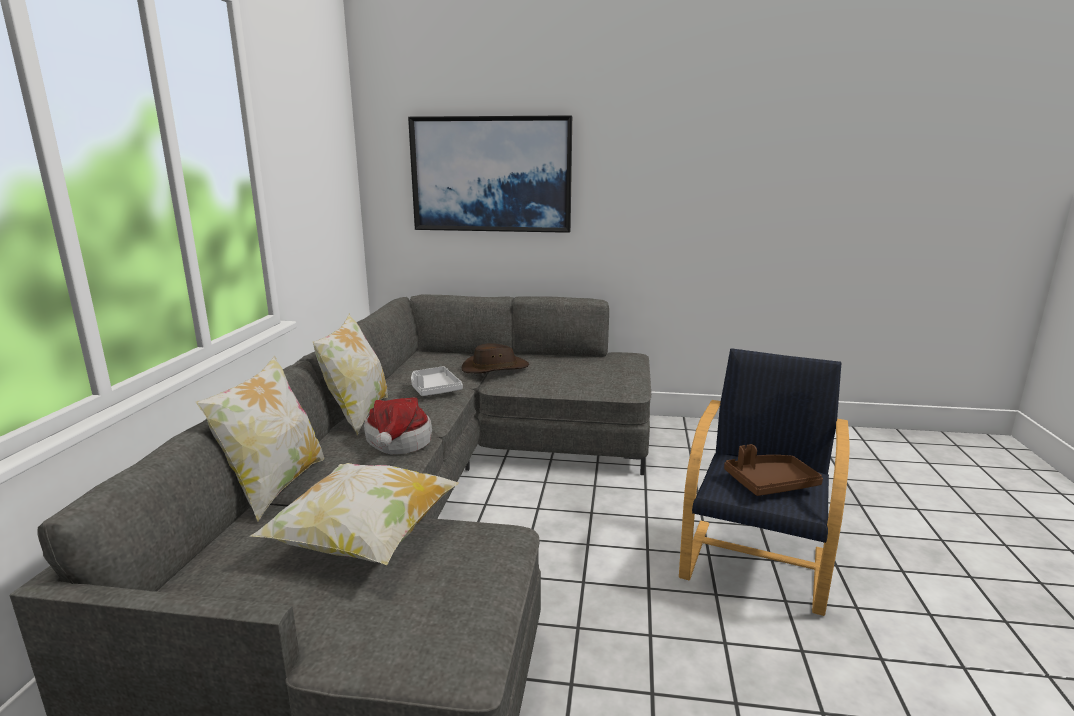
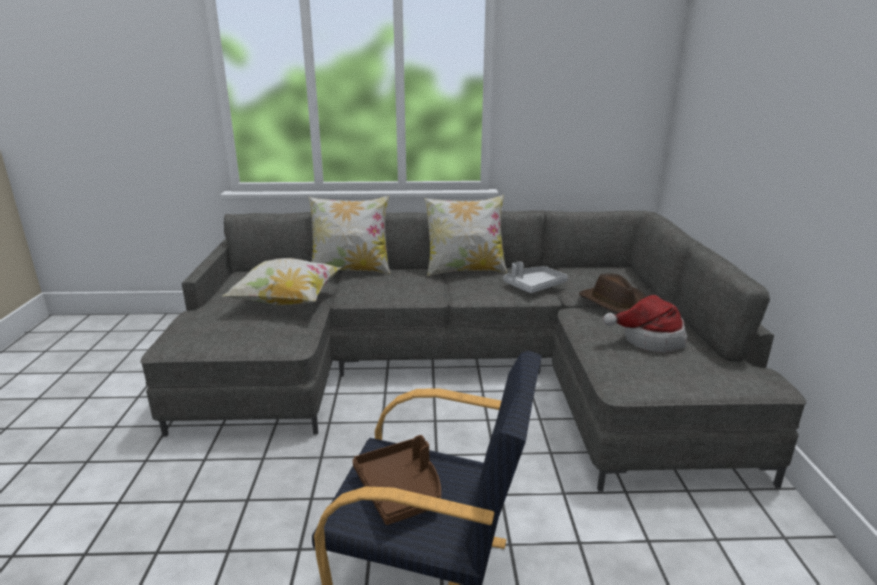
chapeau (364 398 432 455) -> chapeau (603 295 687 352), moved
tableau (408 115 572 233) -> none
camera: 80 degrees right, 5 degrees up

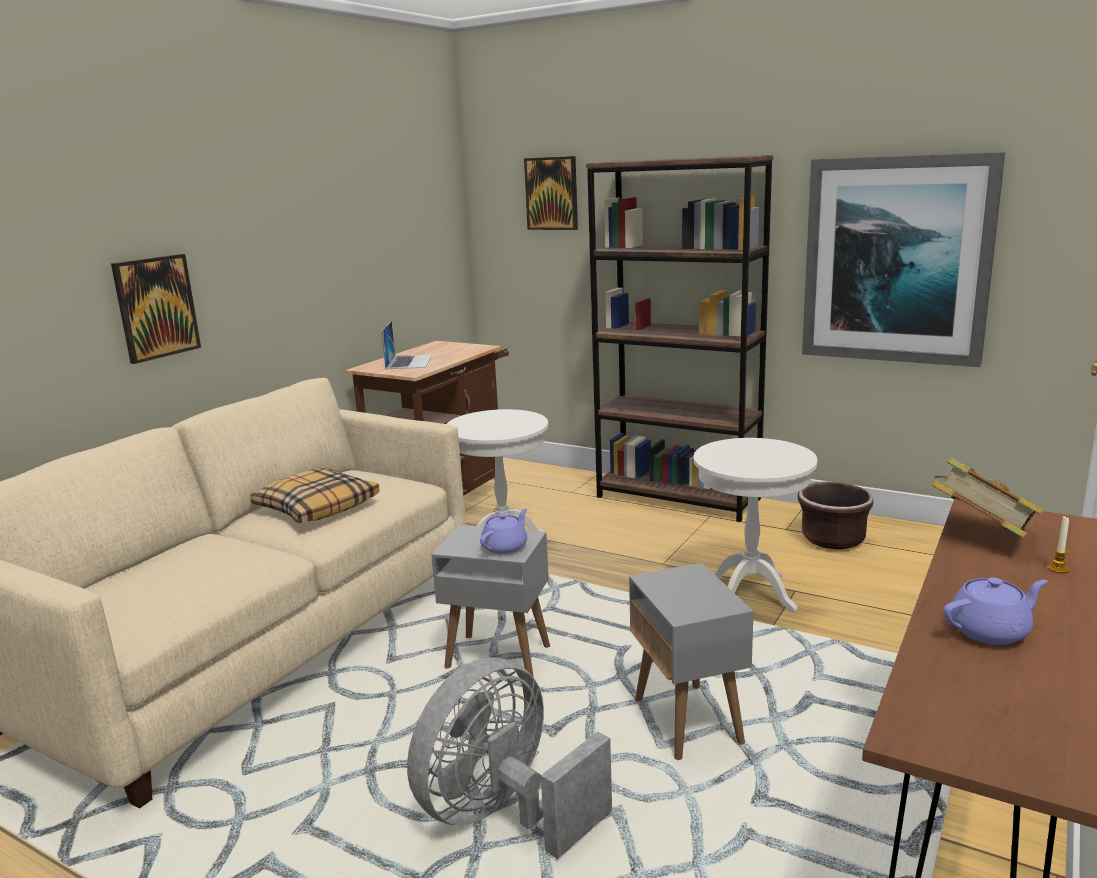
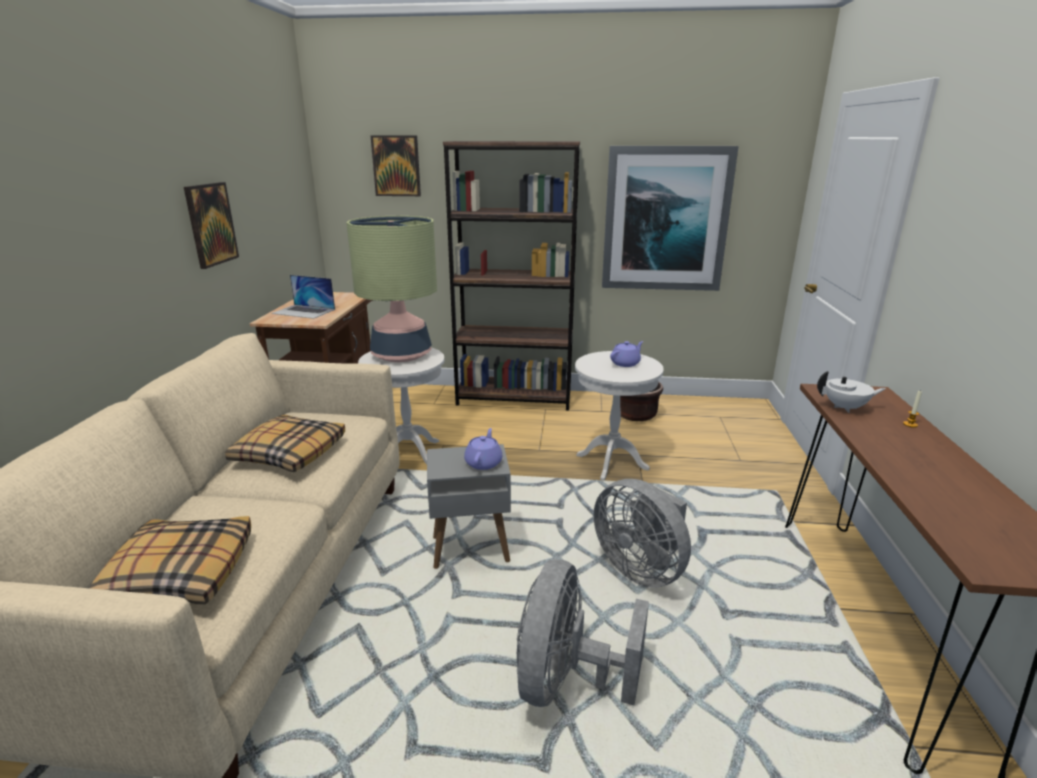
none -> coussin (89 516 251 604)
tableau (111 254 201 364) -> tableau (184 182 239 269), moved
ordinateur portable (381 321 433 369) -> ordinateur portable (272 275 335 319), 135 degrees clockwise
none -> lampe de table (347 216 437 362)
table d'appoint/gris (629 563 754 760) -> ventilateur/gris (594 479 691 588)
théière/violet (943 577 1048 645) -> théière/violet (610 341 643 367), moved
livre (931 457 1044 538) -> théière/blanc (817 371 886 413)
camera: 25 degrees left, 5 degrees up

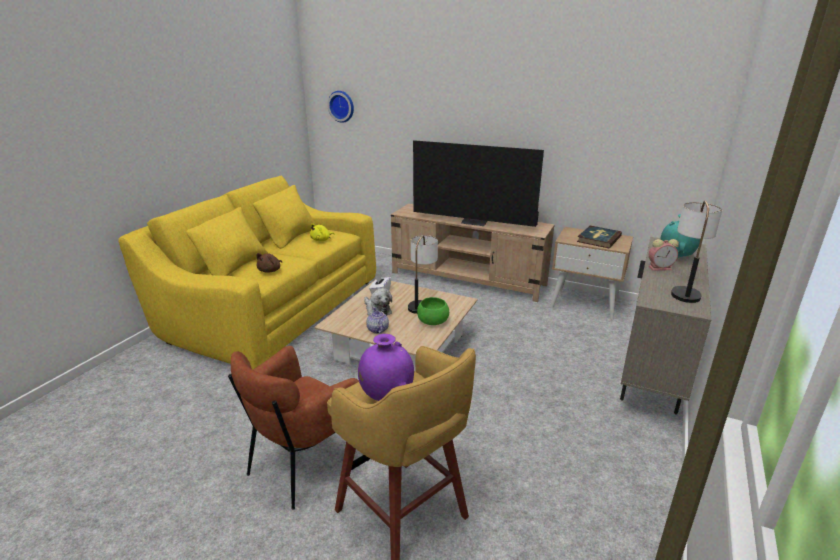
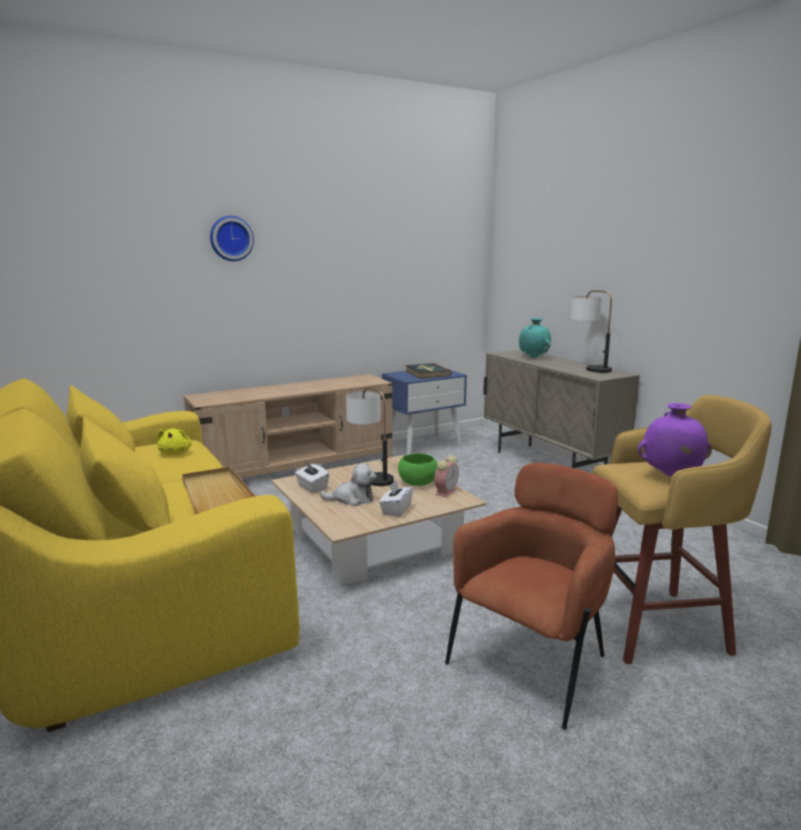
peluche/marron (256 253 282 272) -> plateau/beige (182 467 255 514)
horloge murale (327 91 354 123) -> horloge murale (210 216 254 261), moved
théière (366 307 389 334) -> boîte à mouchoirs/blanc (379 481 413 517)
table de chevet/beige (550 227 633 320) -> table de chevet/bleu (382 369 467 455)
réveil (649 239 679 271) -> réveil (434 456 459 497), moved
fauteuil/marron (228 346 369 510) -> fauteuil/marron (445 463 618 730), 120 degrees counterclockwise
téléviseur (413 140 544 227) -> none
camera: 55 degrees left, 10 degrees down

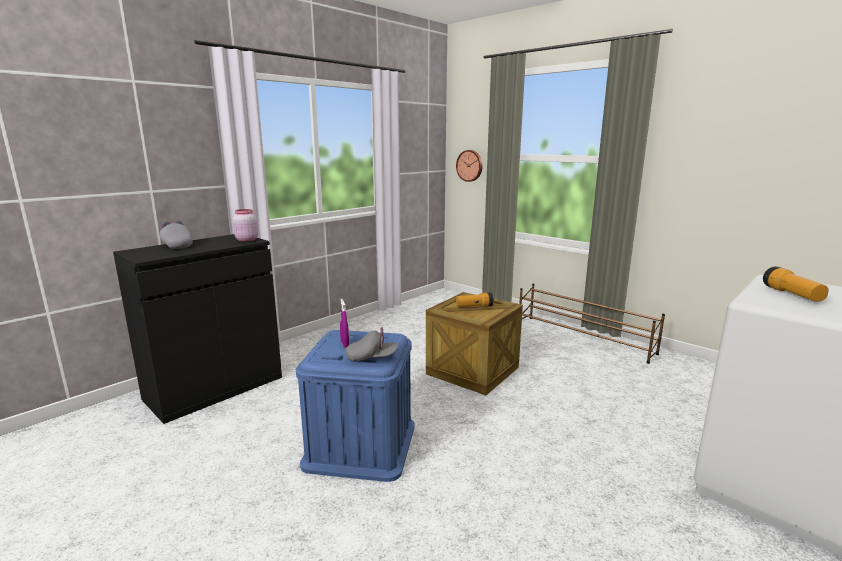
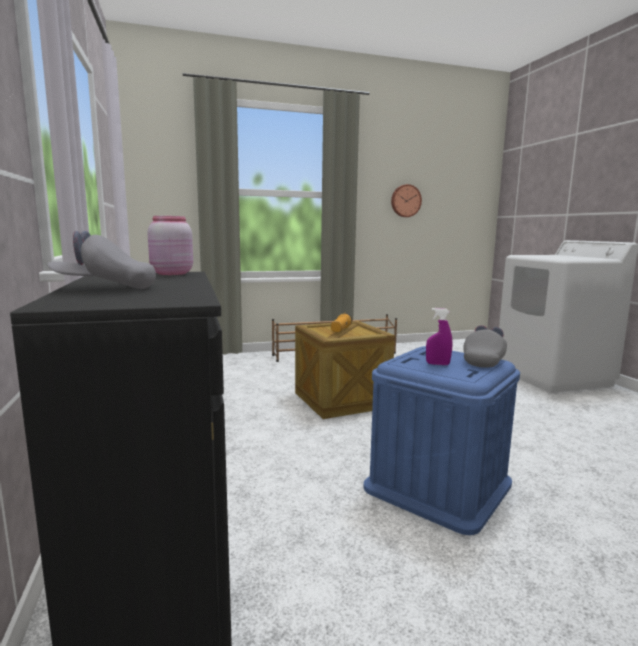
horloge murale (456 150 483 182) -> horloge murale (391 184 422 217), moved
lampe de poche (763 266 829 301) -> none
camera: 60 degrees left, 5 degrees down

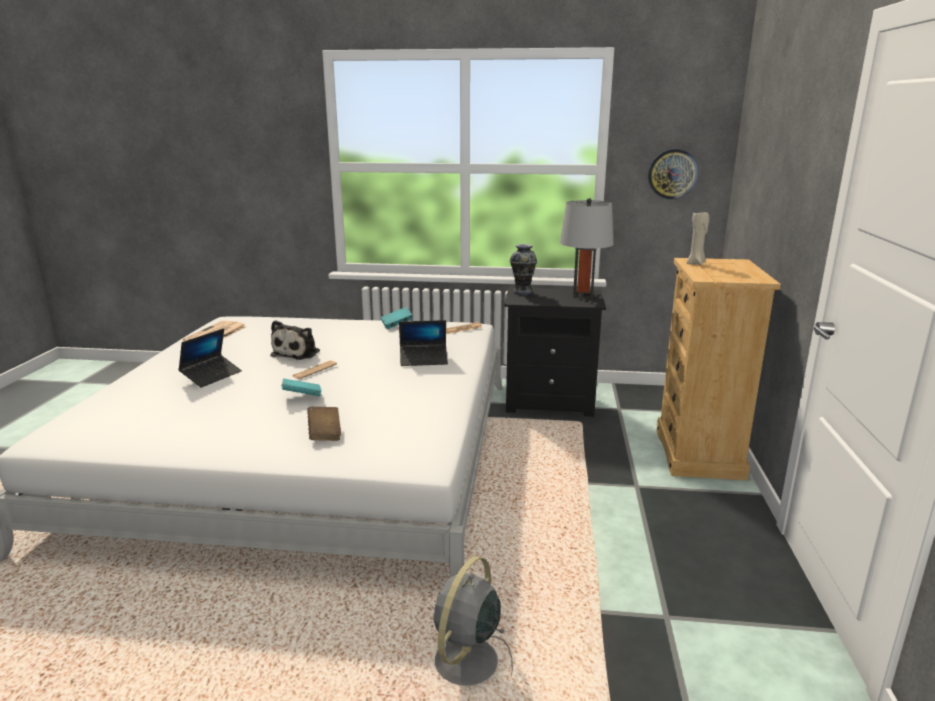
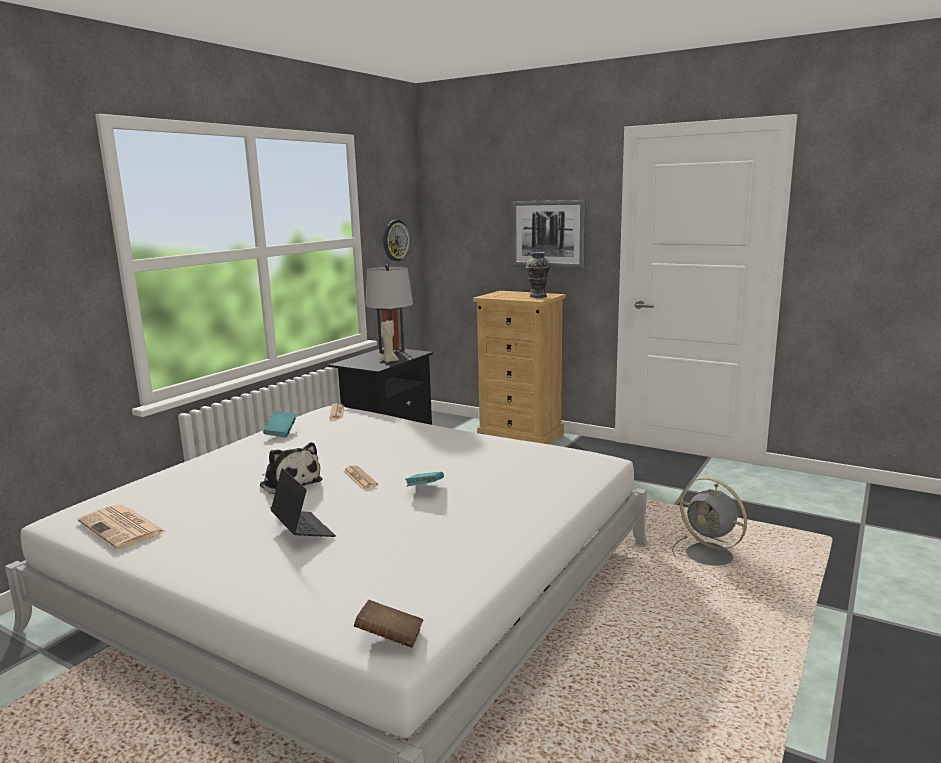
livre/marron (307 406 341 441) -> livre/marron (354 600 423 648), moved
bougie/beige (687 211 709 265) -> bougie/beige (379 320 399 363), moved
none -> tableau (511 200 586 269)
vase (510 244 537 295) -> vase (526 252 550 298), moved
ordinateur portable (399 320 448 366) -> none
camera: 65 degrees left, 5 degrees down

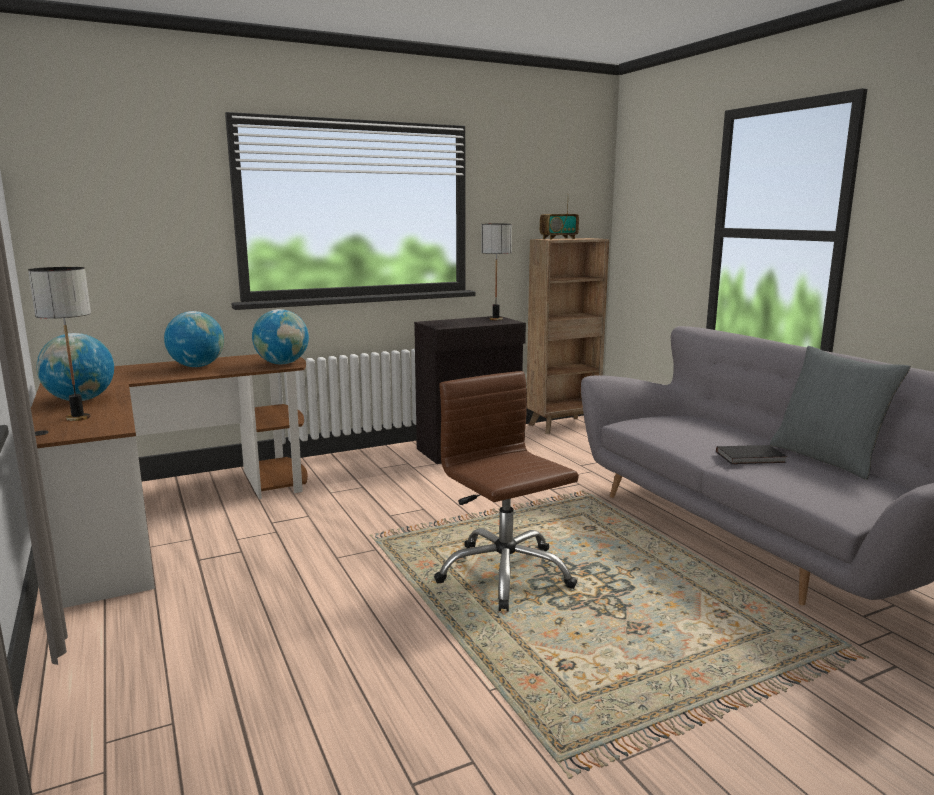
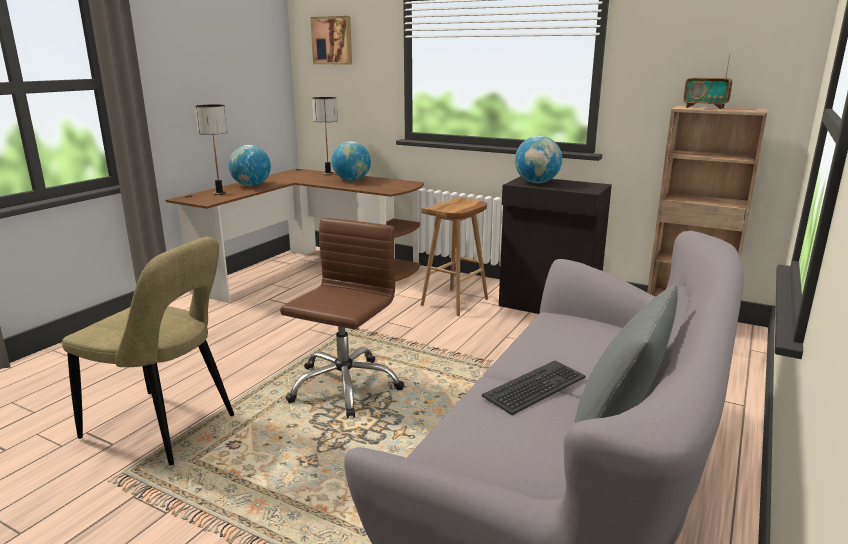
none -> chaise/beige (62 237 234 465)
none -> tableau (310 16 352 65)
lampe de table (481 224 512 320) -> lampe de table (312 97 338 175), moved
none -> tabouret/marron (421 197 488 316)
livre/noir (716 445 787 464) -> clavier (482 360 585 415)
globe (252 309 309 364) -> globe (515 136 562 183), moved
camera: 55 degrees right, 5 degrees up

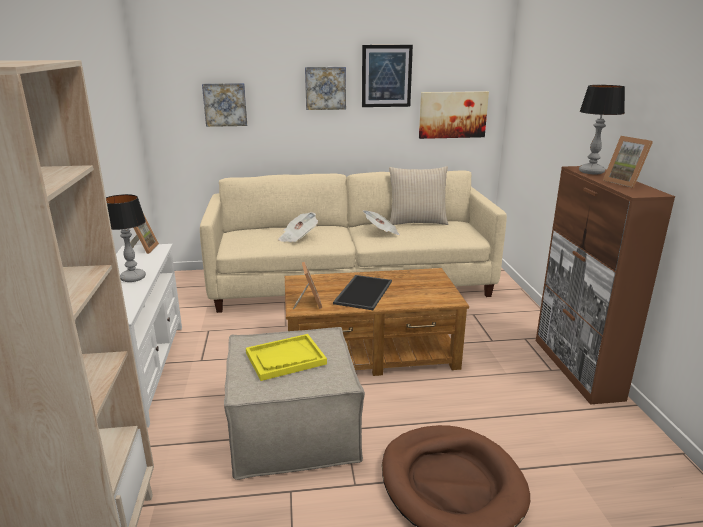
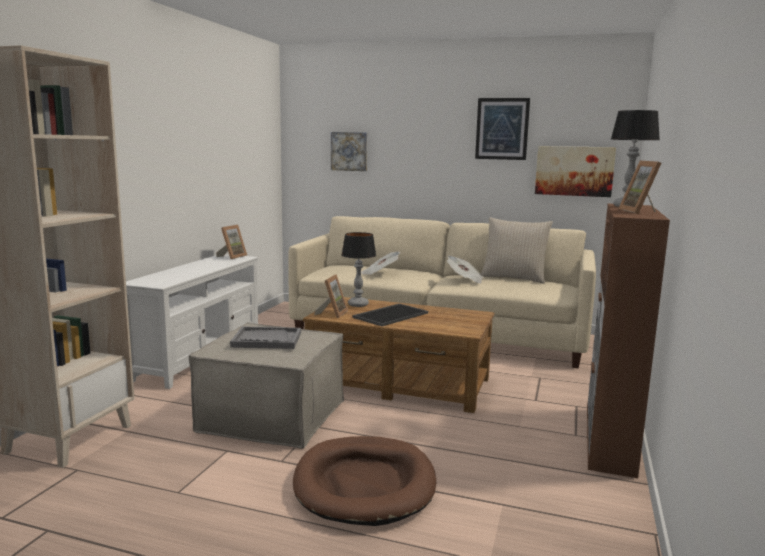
plateau/jaune (246 334 327 381) -> plateau/gris (230 326 301 349)
lampe de table (106 194 146 282) -> lampe de table (341 232 376 307), moved
tableau (305 67 346 110) -> none
camera: 25 degrees right, 10 degrees down

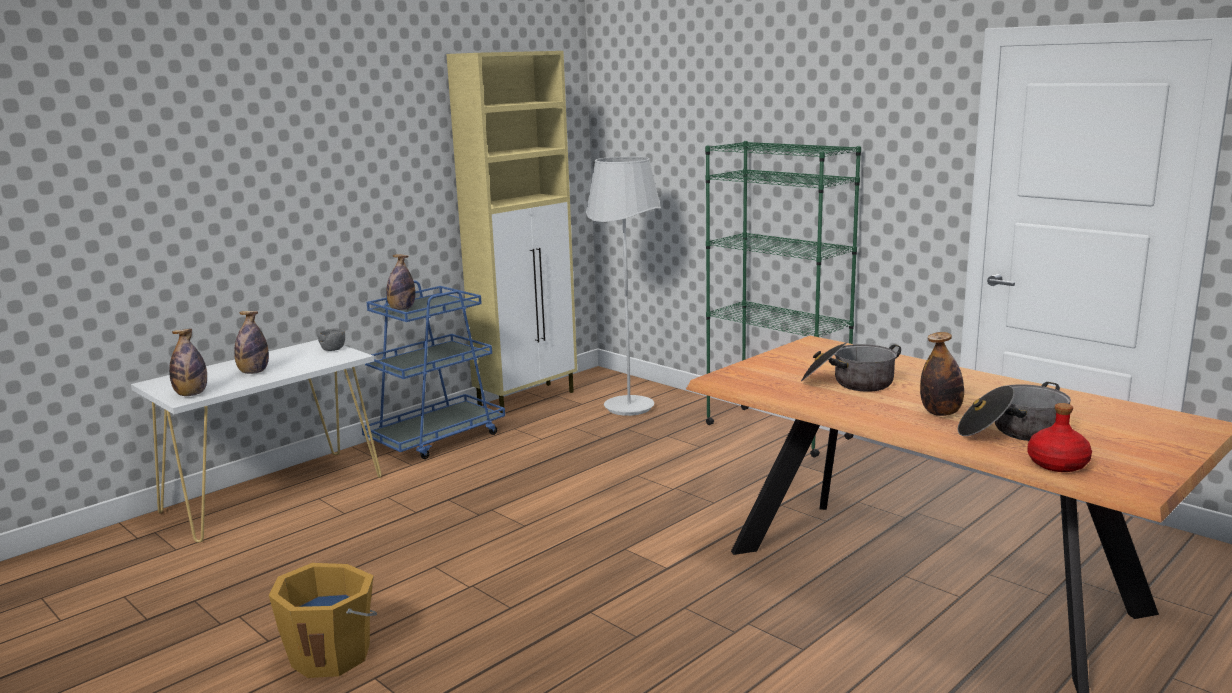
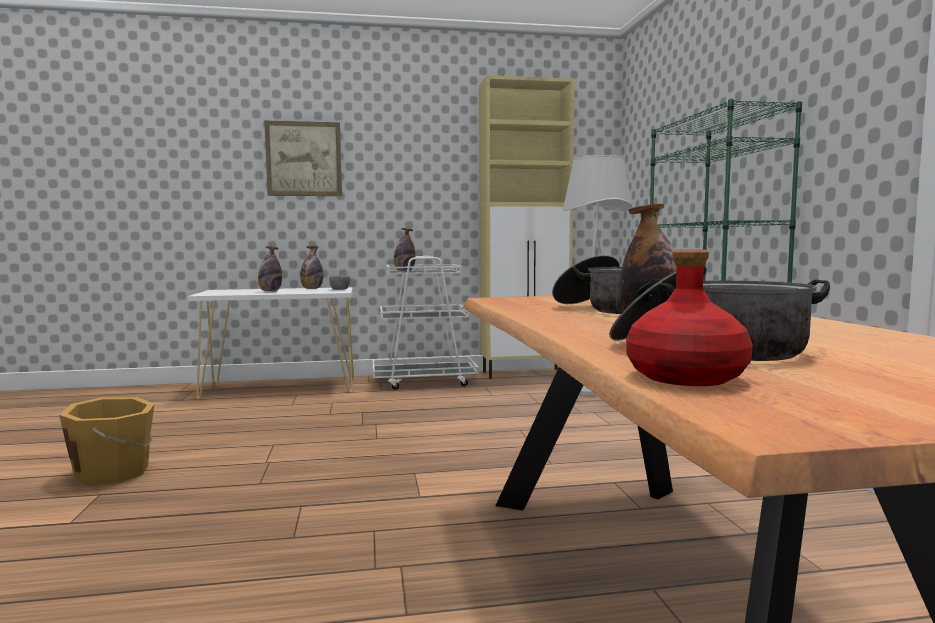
none -> tableau (264 121 342 196)
bouteille (169 329 207 396) -> bouteille (300 246 323 289), moved
chariot/bleu (361 280 505 459) -> chariot/blanc (373 256 478 390)
camera: 35 degrees right, 10 degrees down

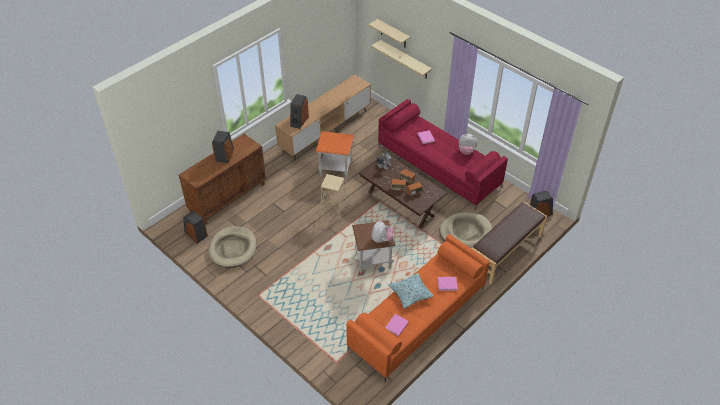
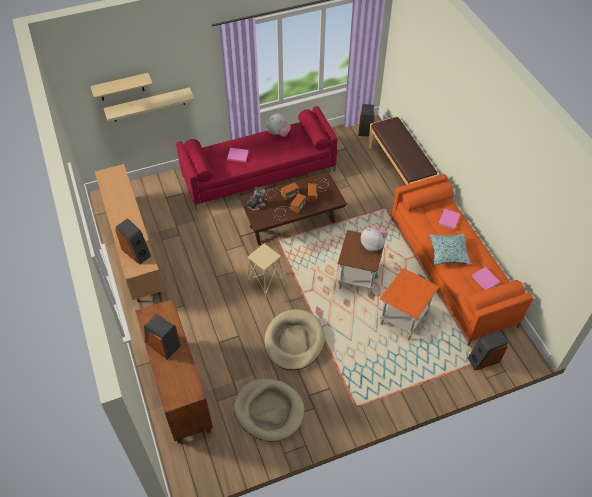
panier pour chien/beige (440 212 492 248) -> panier pour chien/beige (264 309 325 370), moved
table d'appoint/orange (315 131 354 179) -> table d'appoint/orange (380 268 439 340), moved
enceinte (183 211 208 244) -> enceinte (468 331 508 370), moved
camera: 65 degrees left, 5 degrees up

